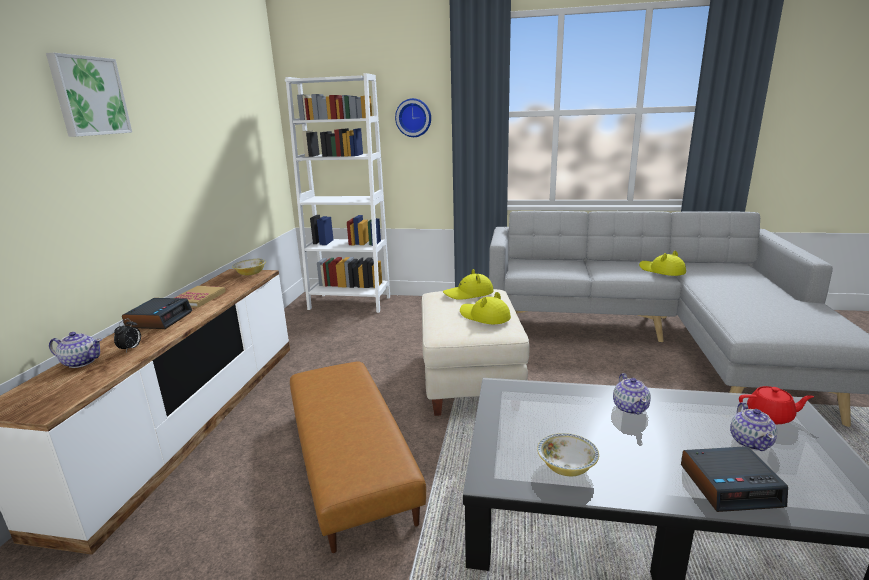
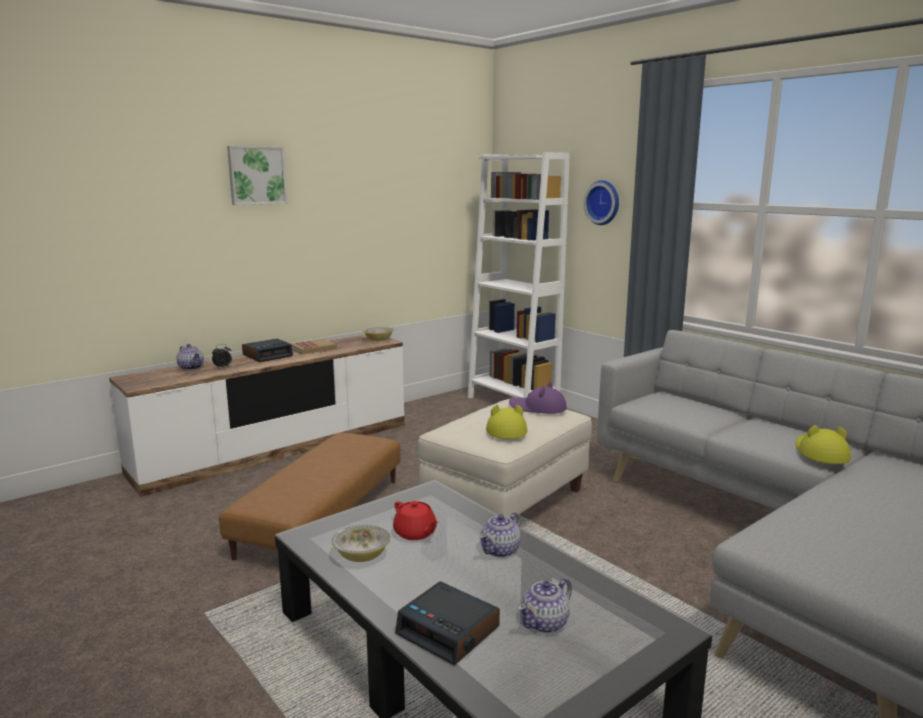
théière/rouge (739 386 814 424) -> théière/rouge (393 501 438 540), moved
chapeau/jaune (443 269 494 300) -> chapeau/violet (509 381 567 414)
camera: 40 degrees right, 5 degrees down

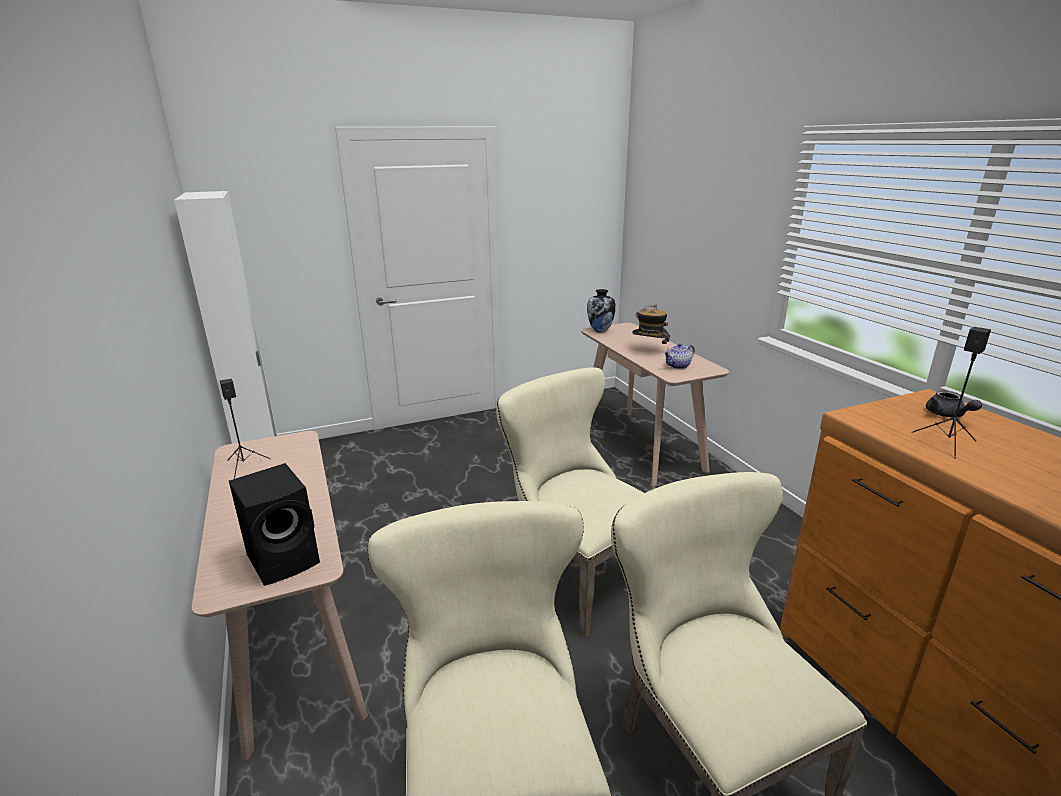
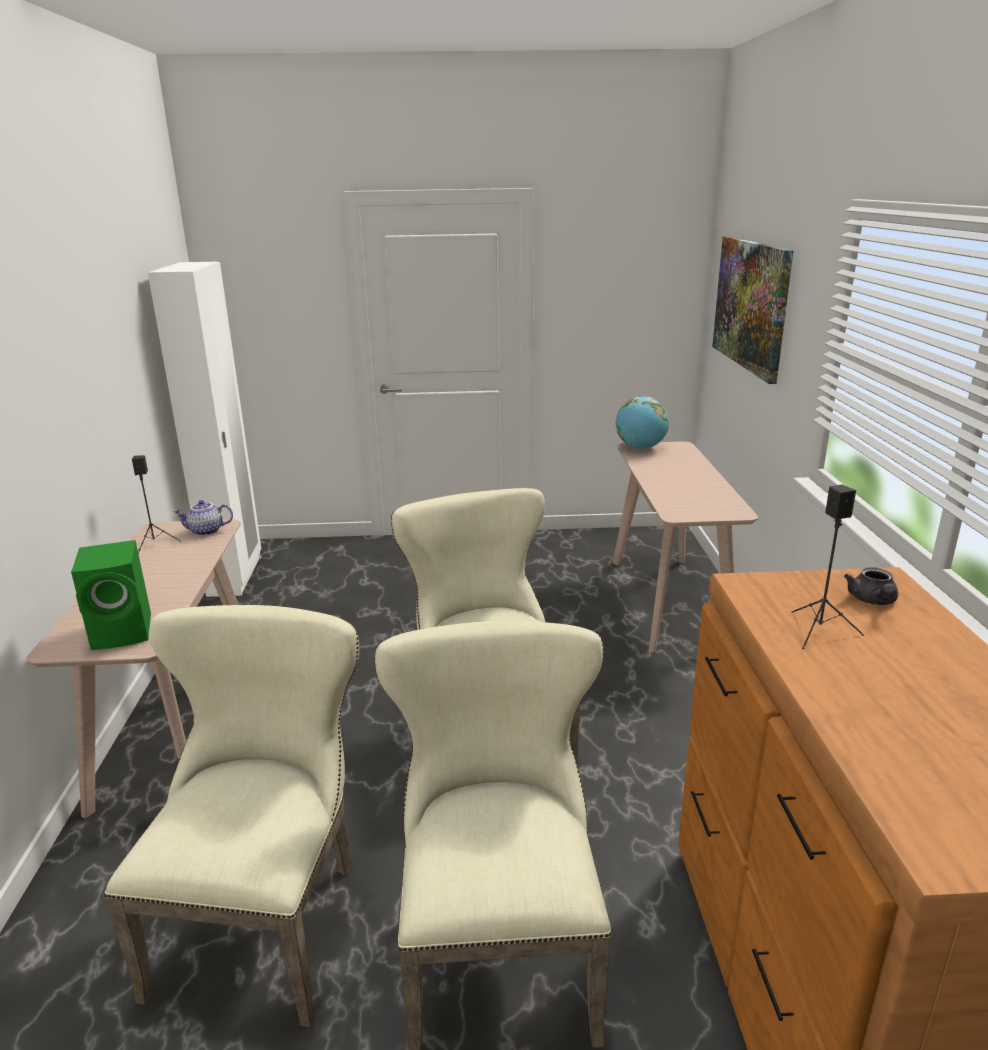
enceinte/noir (229 463 320 586) -> enceinte/vert (71 540 151 650)
théière (664 343 695 369) -> théière (173 500 233 536), moved
vase (587 289 615 332) -> globe (616 397 669 449)
none -> tableau (712 236 794 384)
chapeau (632 305 670 344) -> none
camera: 20 degrees right, 0 degrees up

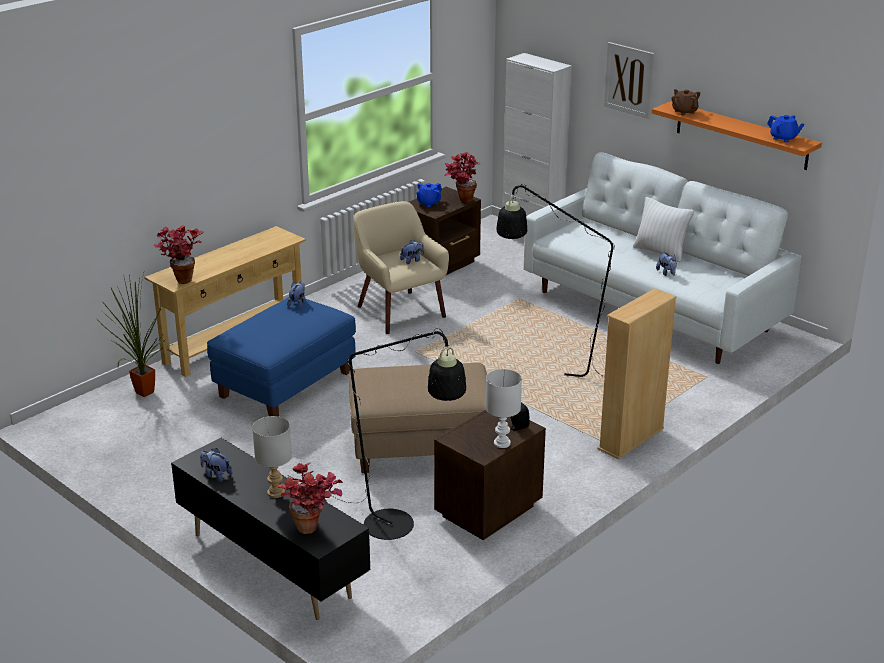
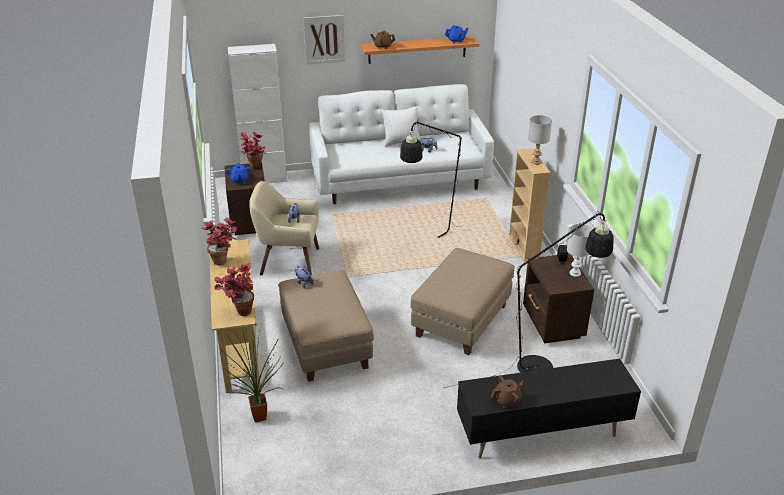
plante en pot (277 463 343 534) -> plante en pot (201 219 238 266), moved
pouf/bleu (207 297 356 416) -> pouf/beige (278 270 374 382)
peluche (200 448 232 482) -> théière/marron (491 375 525 408)
lampe de table/gris (252 416 292 498) -> lampe de table/gris (528 115 552 165), moved
camera: 55 degrees left, 5 degrees up

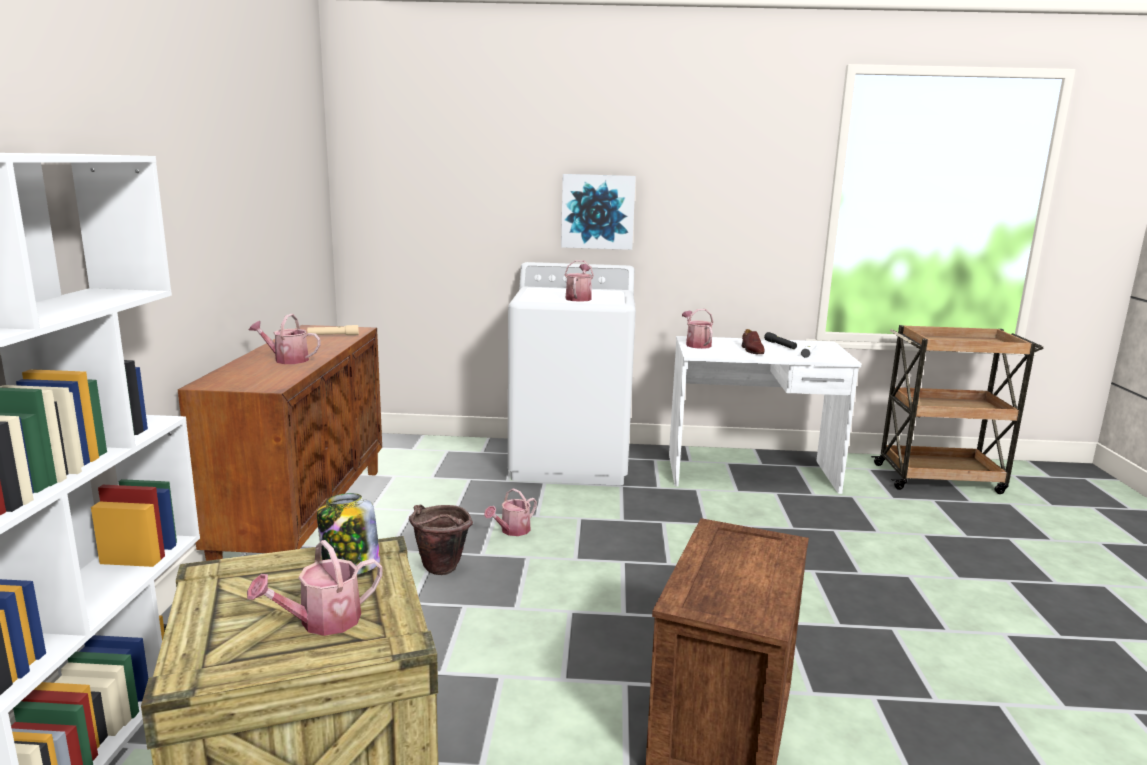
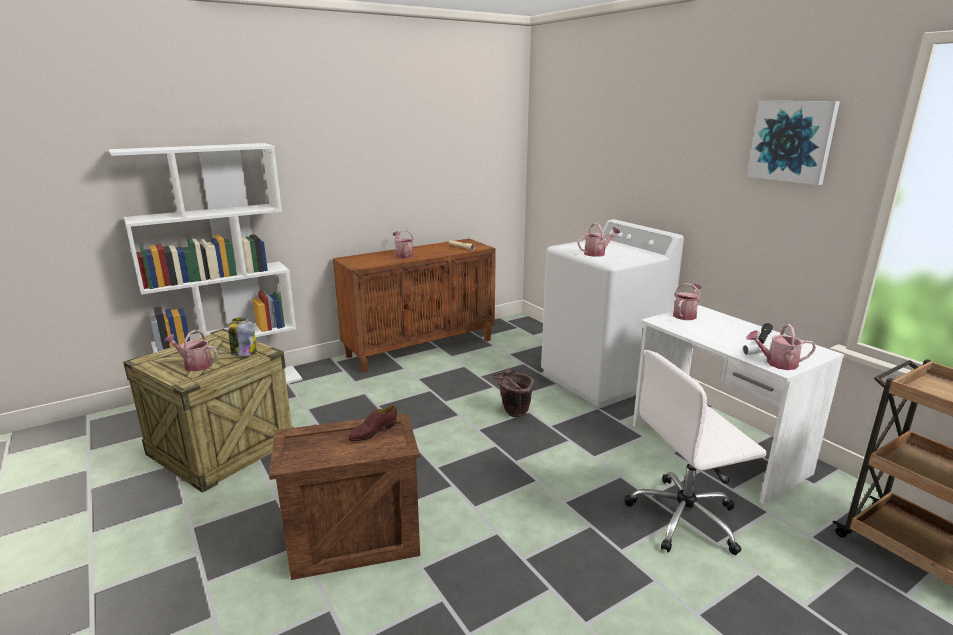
chaussure/marron (742 329 765 354) -> chaussure/marron (348 405 397 441), moved
seau/marron (409 505 473 575) -> seau/marron (491 368 534 417), moved
none -> chaise de bureau/blanc (624 350 767 555)
arrosoir (484 488 537 536) -> arrosoir (746 324 816 370), moved
tableau (561 174 636 250) -> tableau (747 101 840 185), moved
camera: 55 degrees right, 5 degrees up

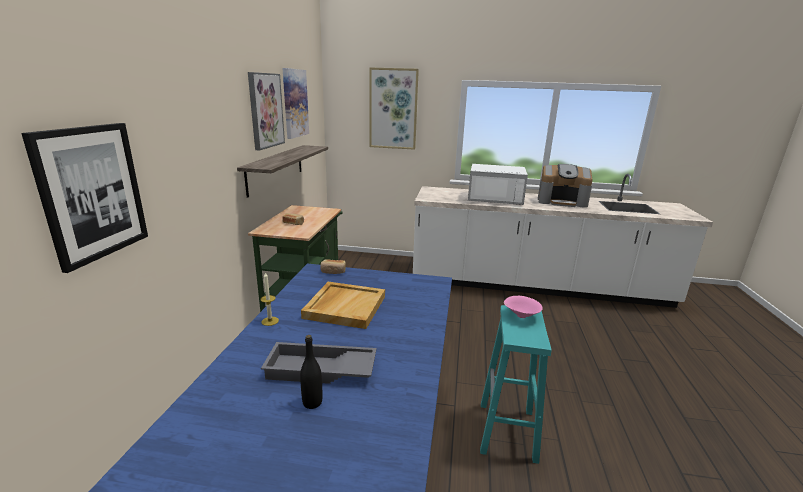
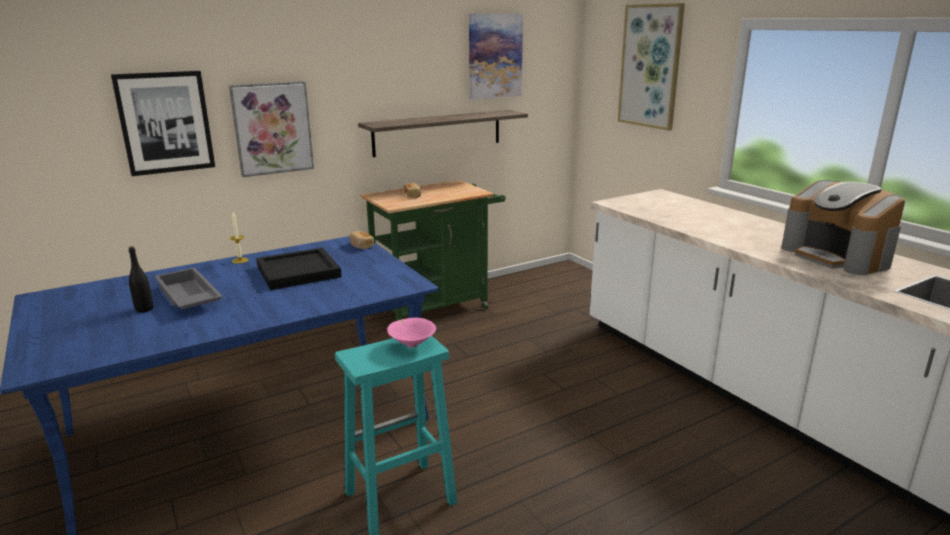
tableau (248 72 285 151) -> tableau (229 81 314 177), moved
plateau/beige (301 282 385 329) -> plateau/noir (256 248 342 290)
micro-ondes/blanc (468 164 528 205) -> none
camera: 50 degrees right, 0 degrees up

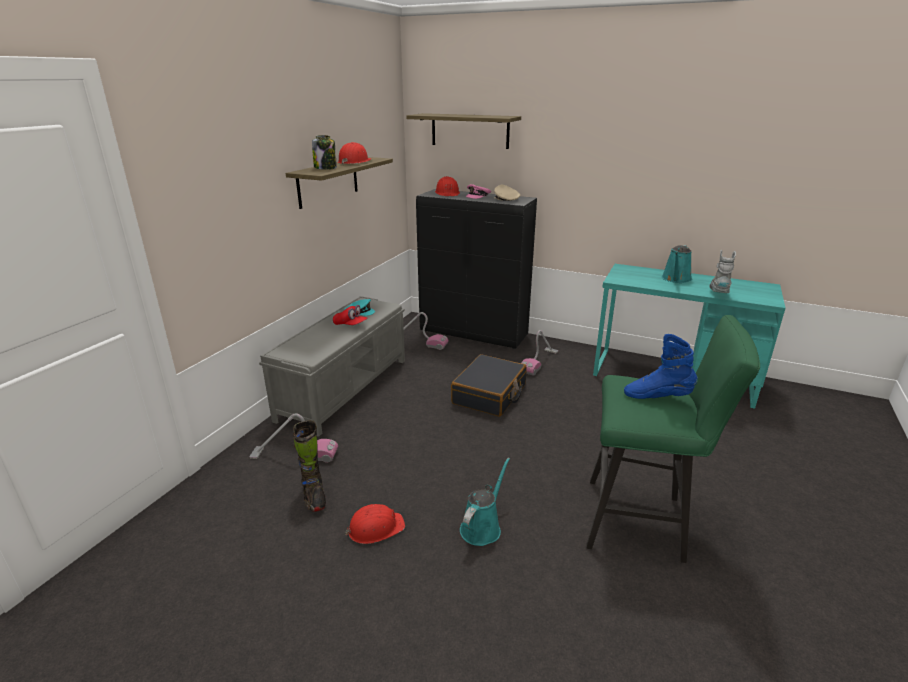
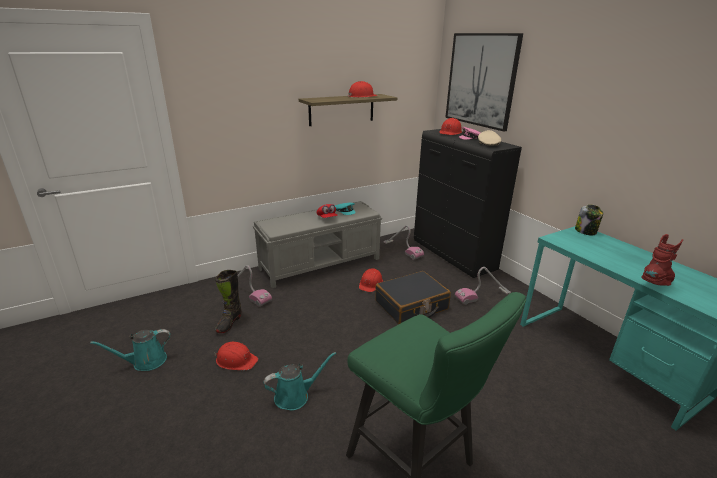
arrosoir/turquoise (661 245 692 283) -> arrosoir/turquoise (90 329 170 371), moved
none -> casque de chantier/rouge (359 268 383 292)
étagère (406 113 521 149) -> tableau (445 33 523 131)
bocal (312 135 337 170) -> bocal (575 204 603 236), moved
botte/gris (709 250 736 293) -> botte/rouge (641 234 683 286)
botte/bleu (624 334 698 399) -> none
camera: 35 degrees right, 0 degrees up

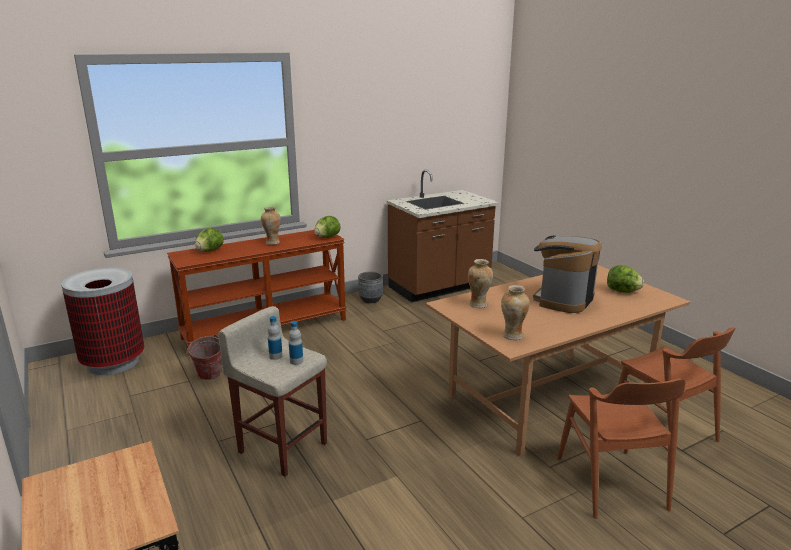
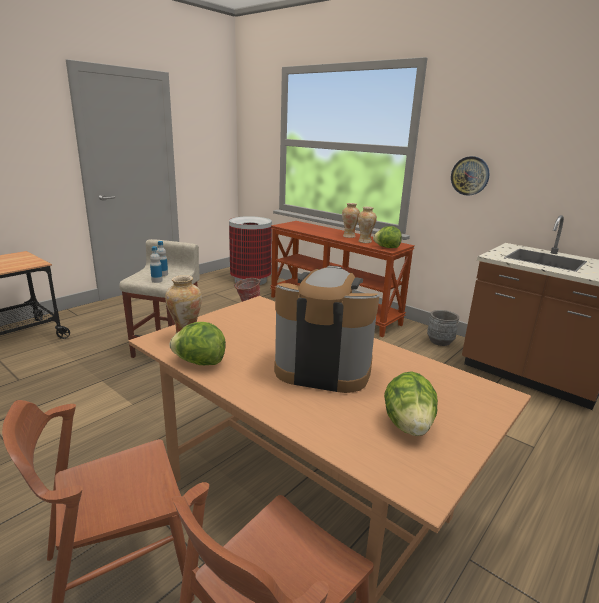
laitue (195 228 224 252) -> laitue (170 322 226 365), moved
vase (468 259 493 308) -> vase (358 207 377 243), moved
none -> horloge murale (451 156 490 196)
camera: 70 degrees right, 0 degrees up

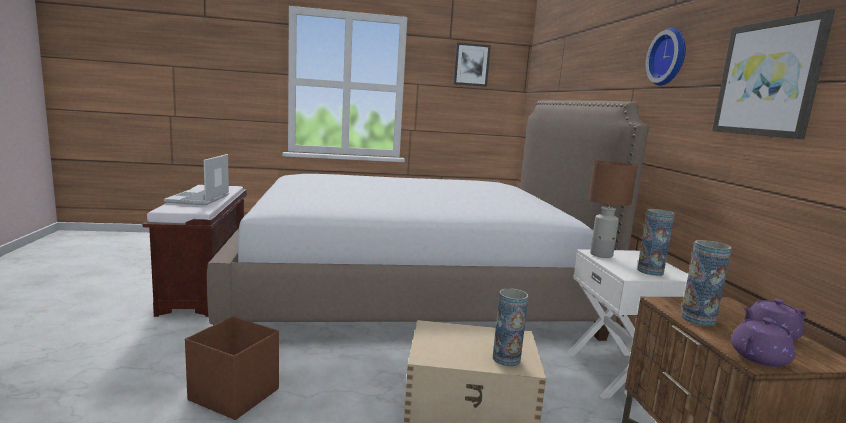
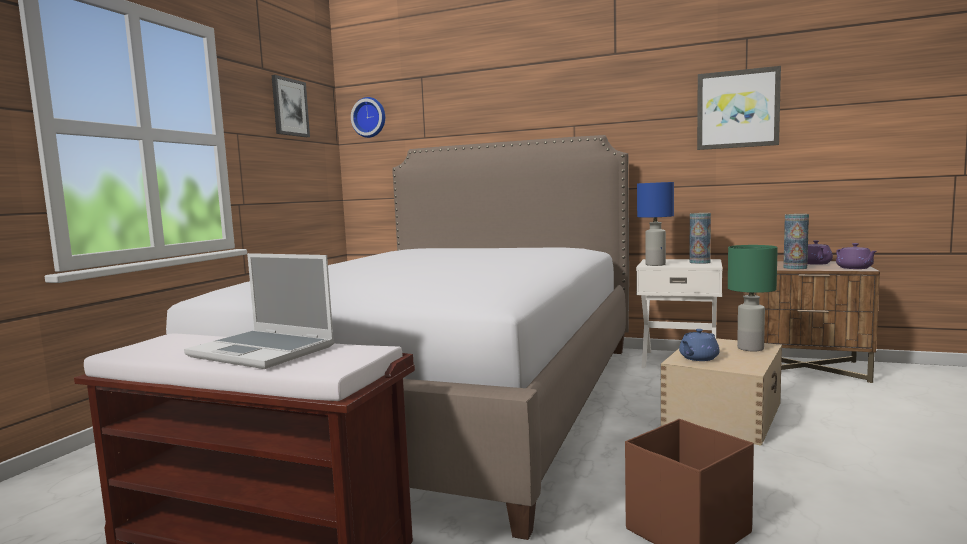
horloge murale (645 28 686 86) -> horloge murale (351 97 385 138), moved
lampe de table/marron (588 160 638 258) -> lampe de table/bleu (637 182 674 266)
none -> théière/bleu (679 329 720 361)
vase (493 288 528 366) -> lampe de table/vert (728 245 778 352)
camera: 60 degrees left, 5 degrees down

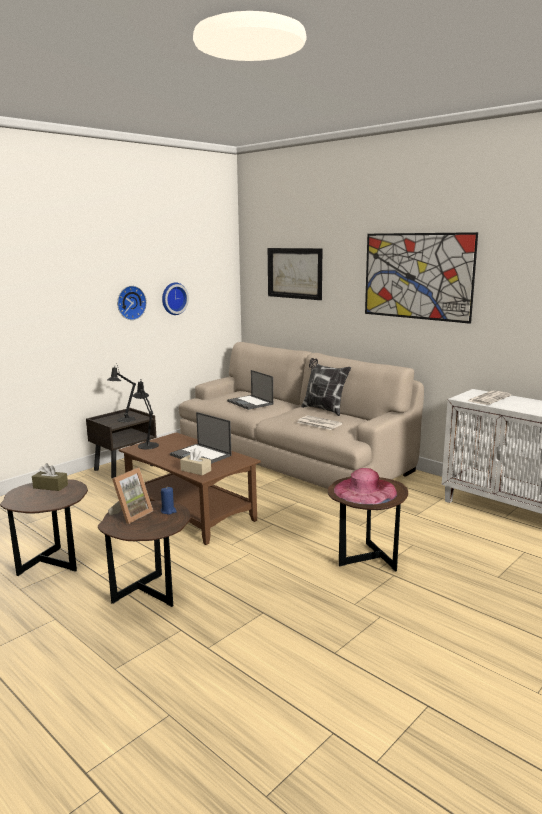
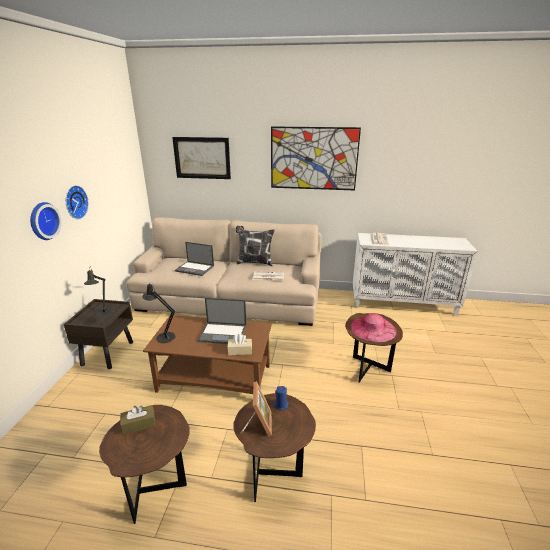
horloge murale (162 282 189 315) -> horloge murale (30 202 62 240), moved
camera: 35 degrees left, 10 degrees up

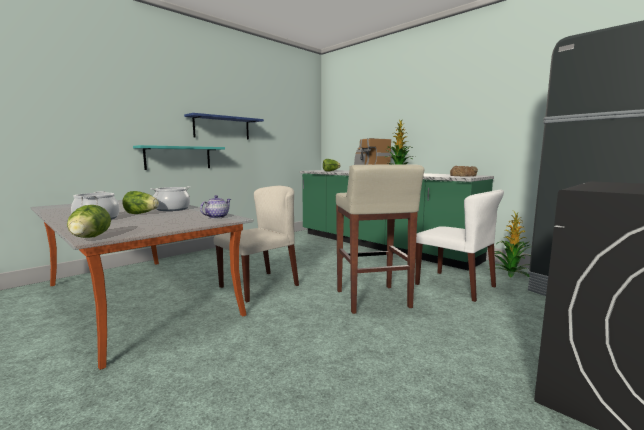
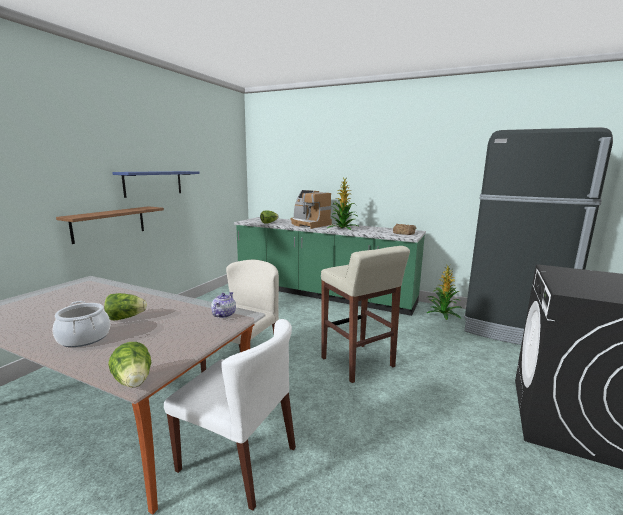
étagère/turquoise (133 145 225 170) -> étagère/marron (56 206 164 244)
chaise/blanc (415 190 504 302) -> chaise/blanc (164 319 296 511), moved
marmite (150 186 190 211) -> none
camera: 20 degrees left, 5 degrees up

